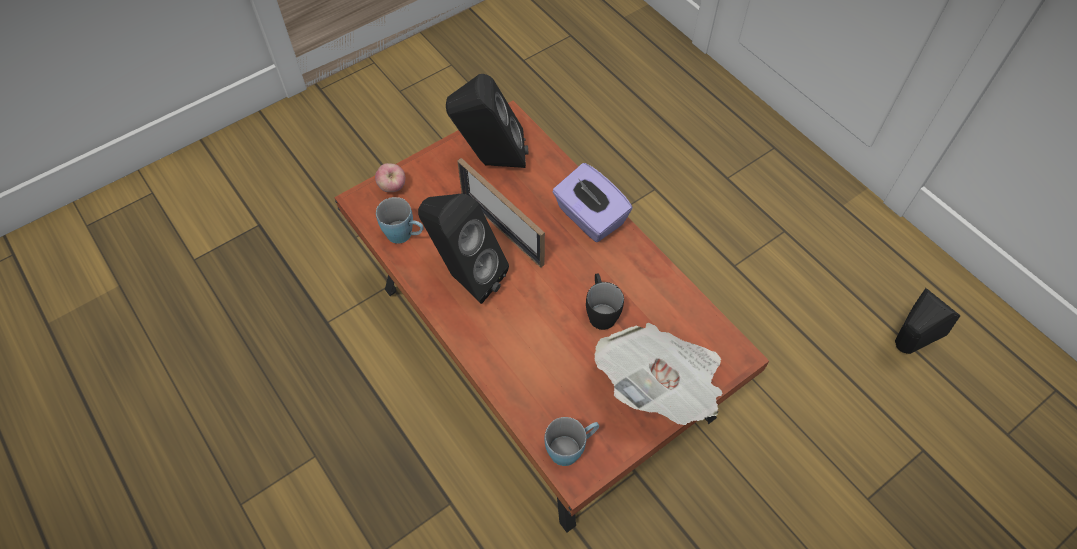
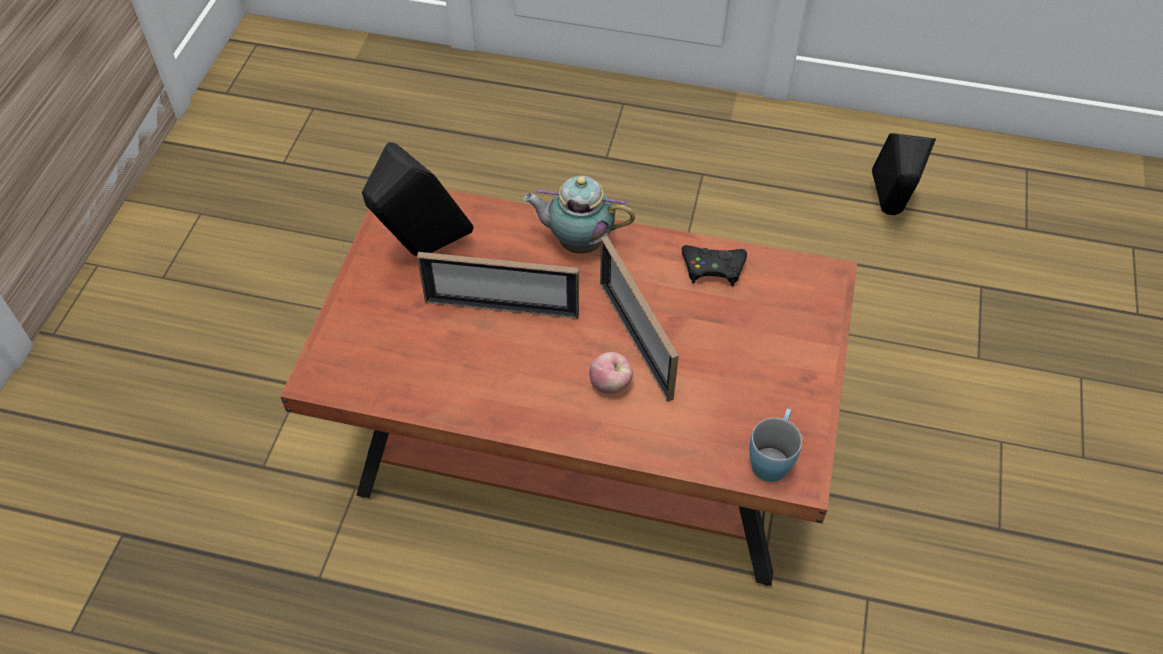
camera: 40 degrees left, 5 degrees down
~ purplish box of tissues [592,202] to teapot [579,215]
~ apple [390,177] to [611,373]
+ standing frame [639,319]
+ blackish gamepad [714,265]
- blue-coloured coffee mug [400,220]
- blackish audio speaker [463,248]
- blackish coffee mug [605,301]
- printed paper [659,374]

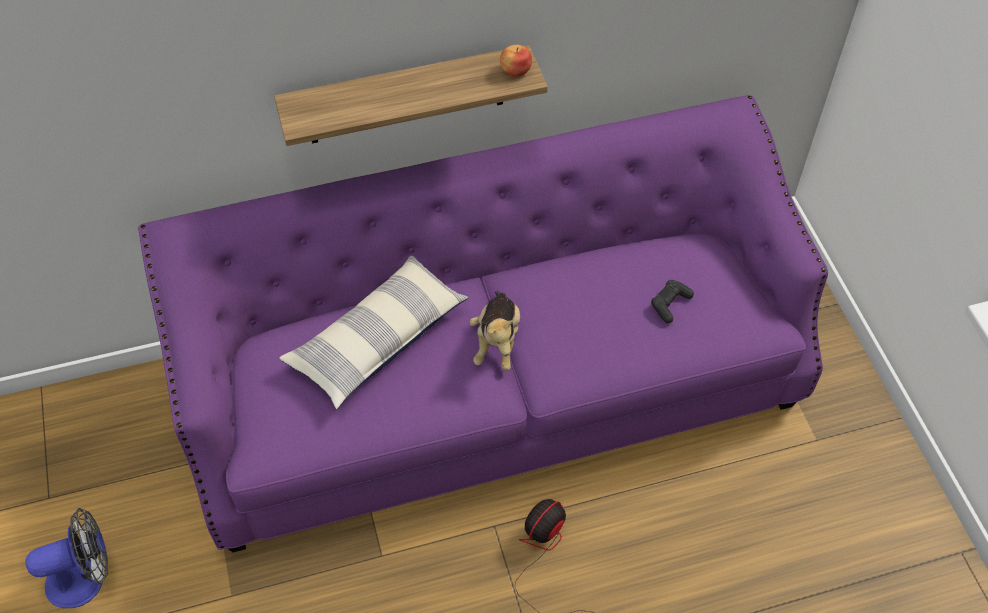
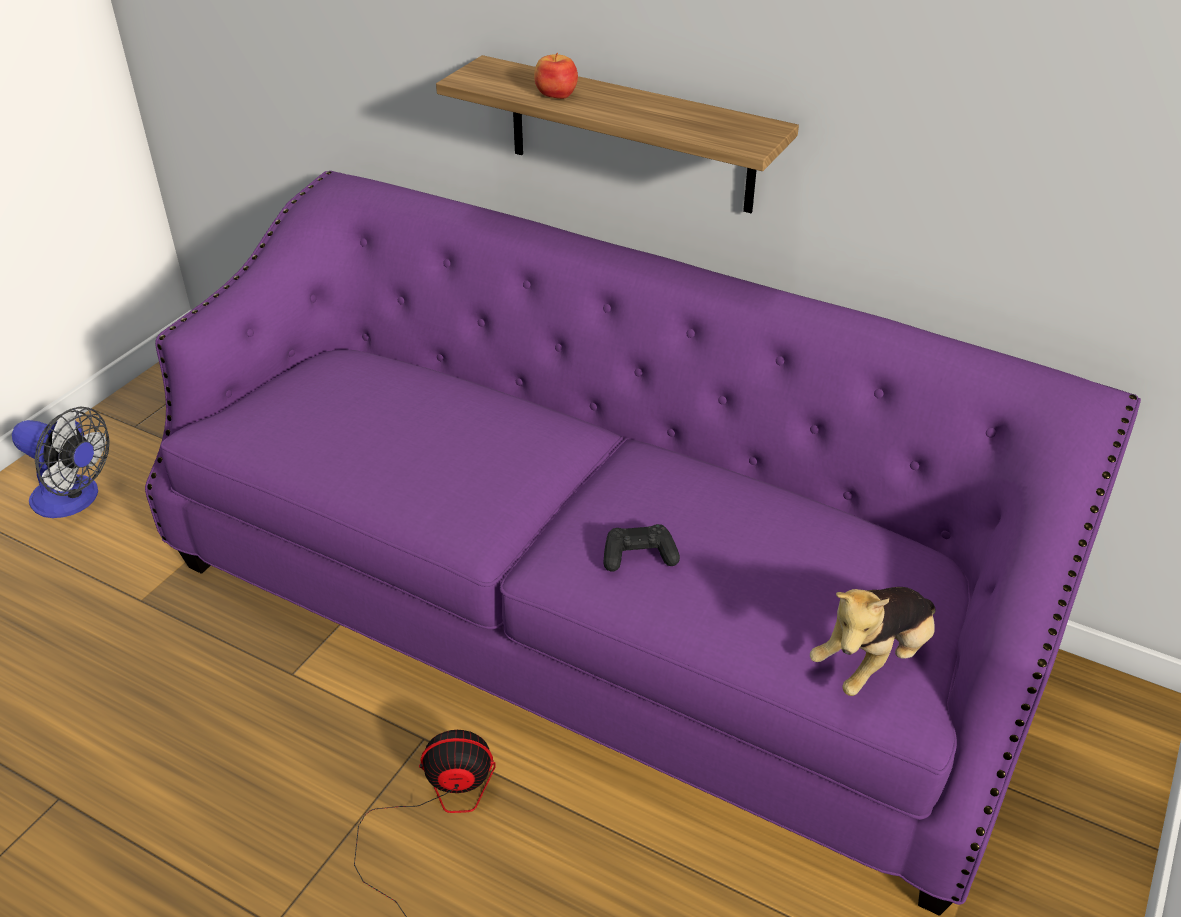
camera: 45 degrees right, 15 degrees down
~ apple [516,61] to [556,76]
~ blackish gamepad [672,301] to [641,548]
~ plush toy [495,331] to [873,641]
- cushion [373,332]

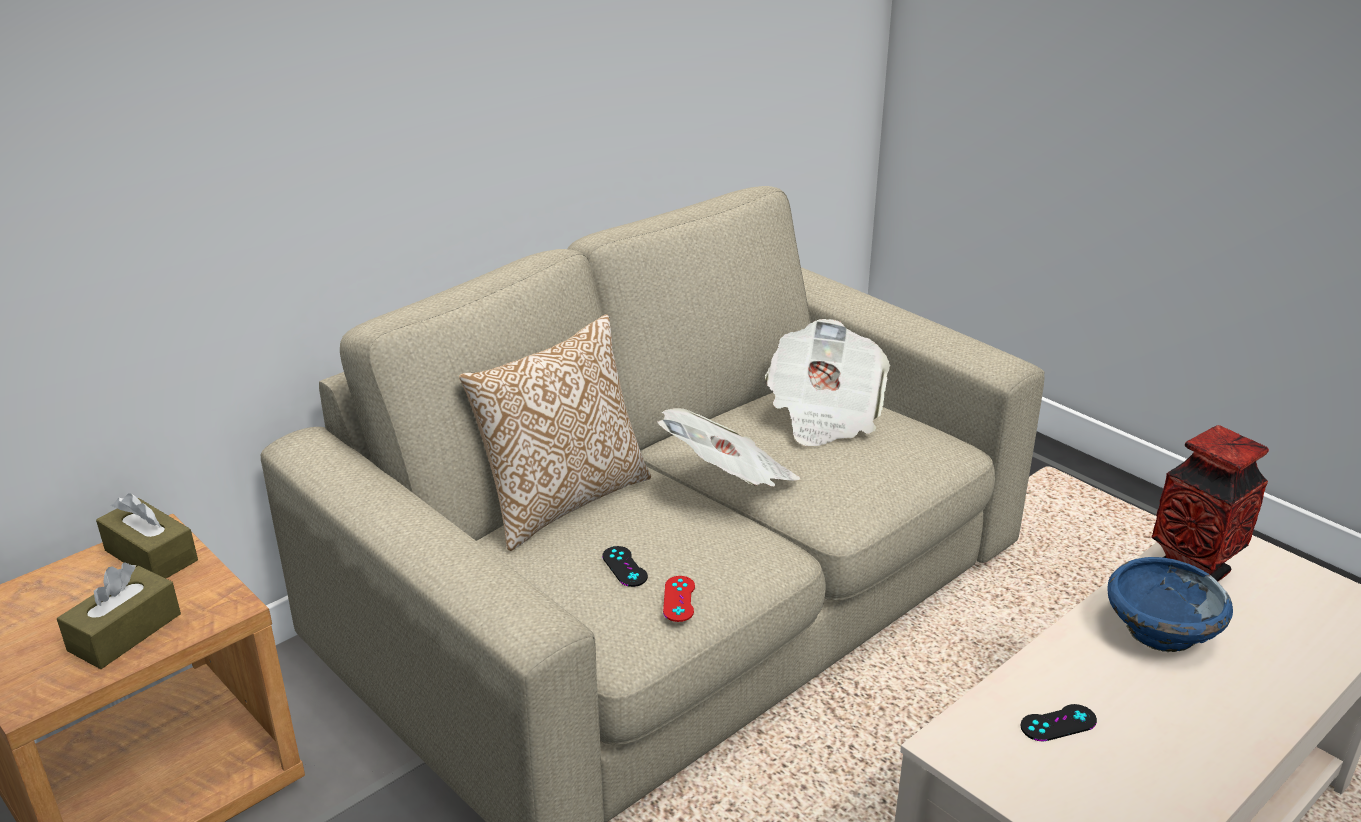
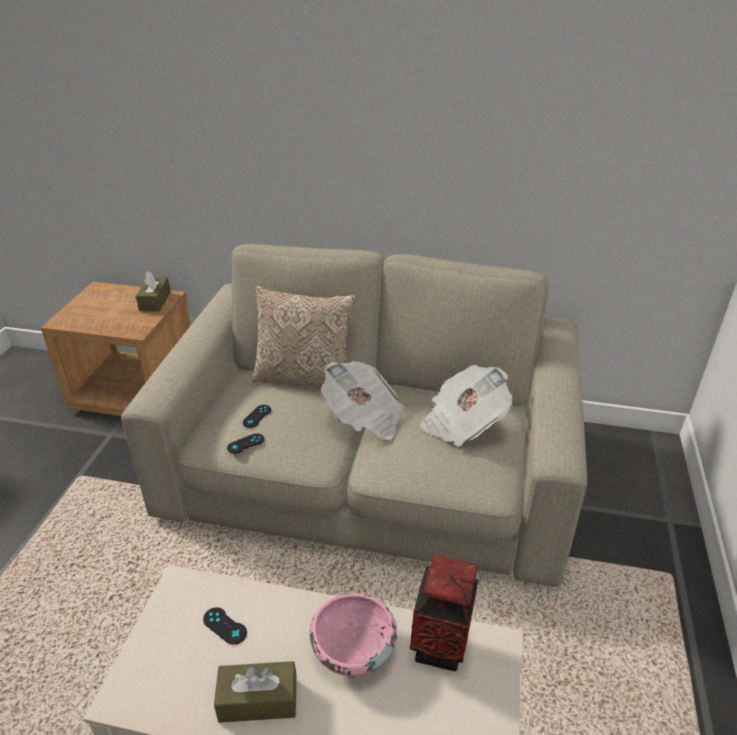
camera: 55 degrees right, 5 degrees up
~ brown-coloured box of tissues [119,615] to [255,692]
~ red-coloured gamepad [679,599] to blackish gamepad [245,443]
~ blue-coloured serving bowl [1170,604] to pink-coloured serving bowl [353,635]

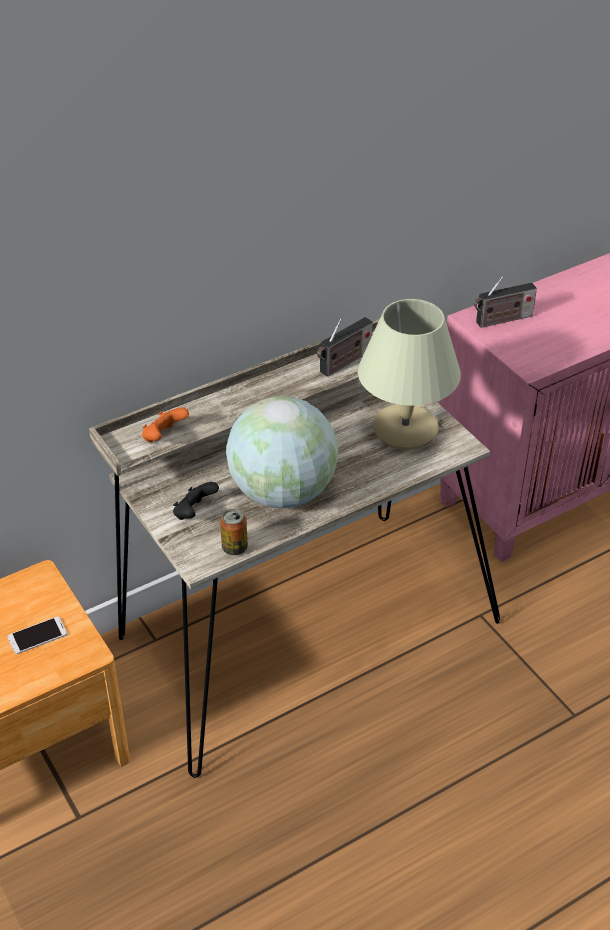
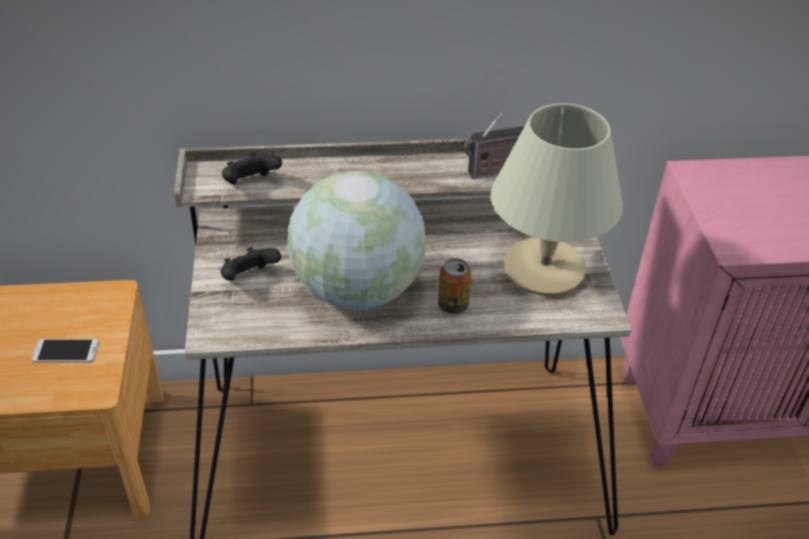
camera: 25 degrees right, 0 degrees up
~ orangey gamepad [165,425] to blackish gamepad [252,168]
~ sealed can [234,532] to [454,286]
- radio receiver [505,302]

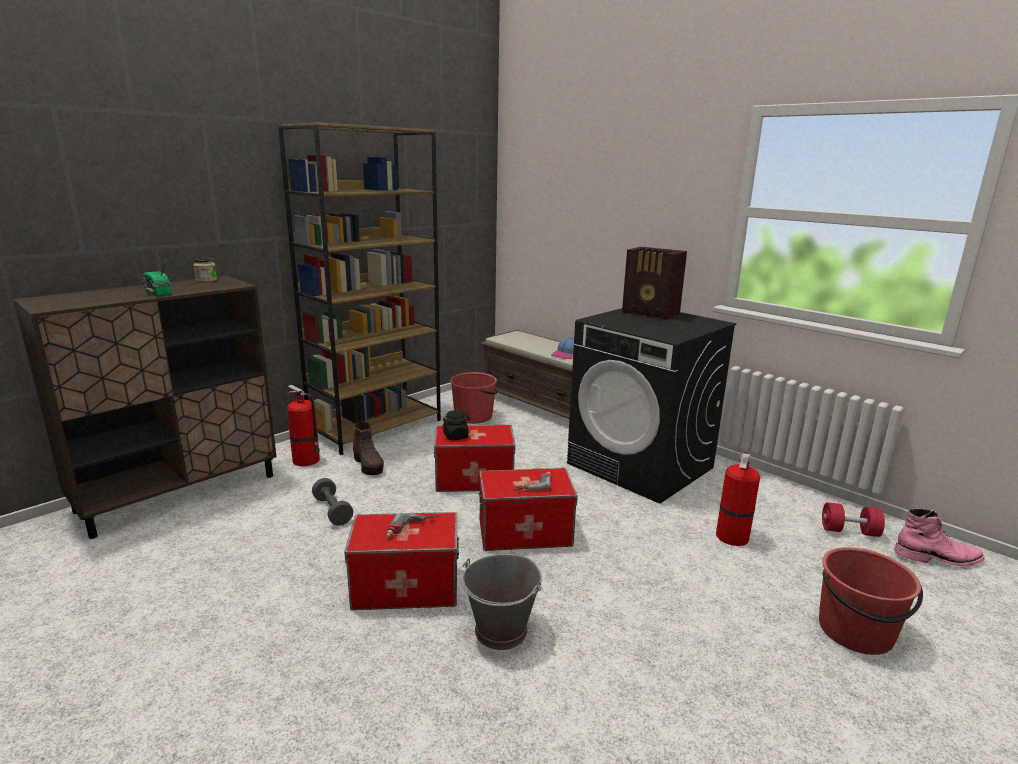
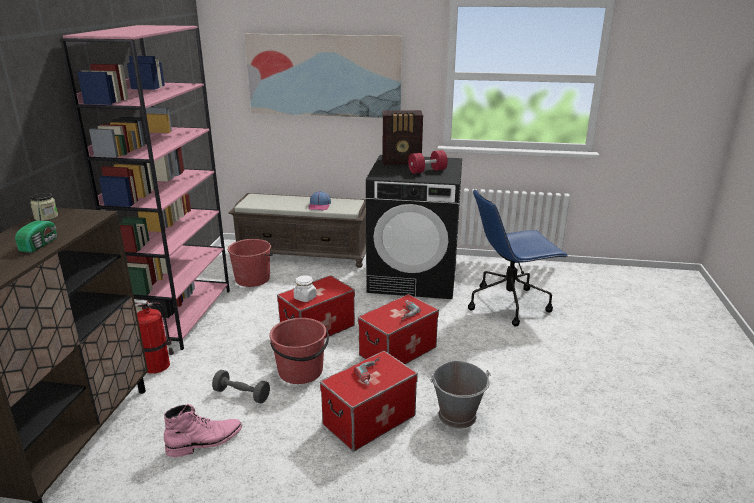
camera: 35 degrees left, 5 degrees up
~ radio receiver [156,277] = [36,228] 90 degrees counterclockwise
~ brown-coloured bookcase [359,289] to pink-coloured bookcase [145,187]
~ pink-coloured tall boot [939,537] to [203,430]
+ wall art [323,76]
~ red-coloured bucket [871,601] to [299,351]
~ blackish jar [456,425] to whitish jar [305,288]
~ red-coloured free weight [853,519] to [428,162]
~ fire extinguisher [738,499] to blue-coloured office chair [518,257]
- brown-coloured tall boot [368,448]

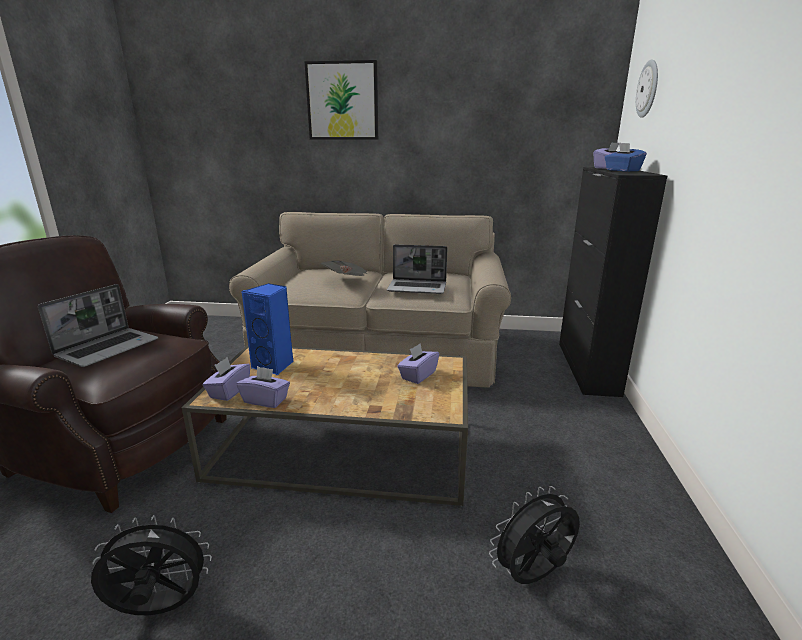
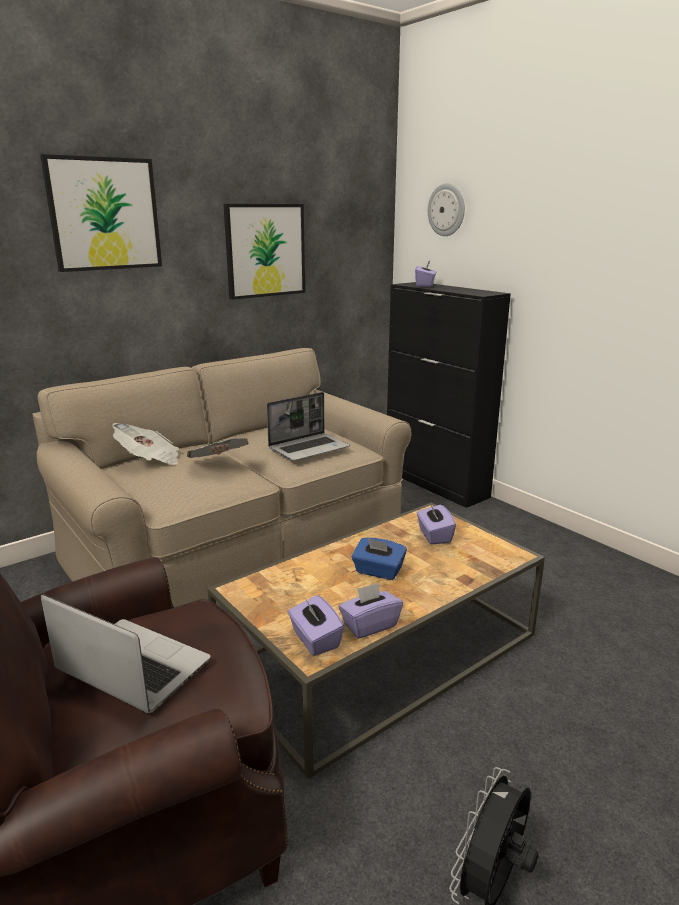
camera: 45 degrees left, 0 degrees up
~ portable computer [98,325] = [125,653] 45 degrees counterclockwise
+ printed paper [145,444]
+ wall art [264,252]
~ blue-coloured box of tissues [626,157] to [379,558]
- blue-coloured audio speaker [267,329]
- blackish electric fan [534,535]

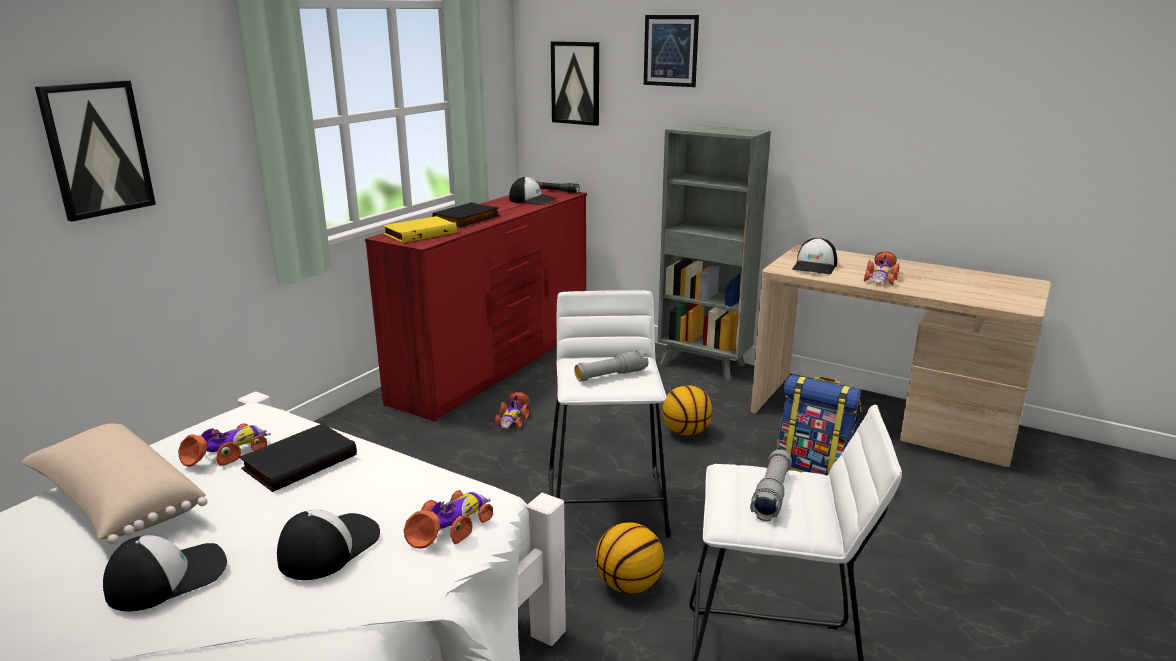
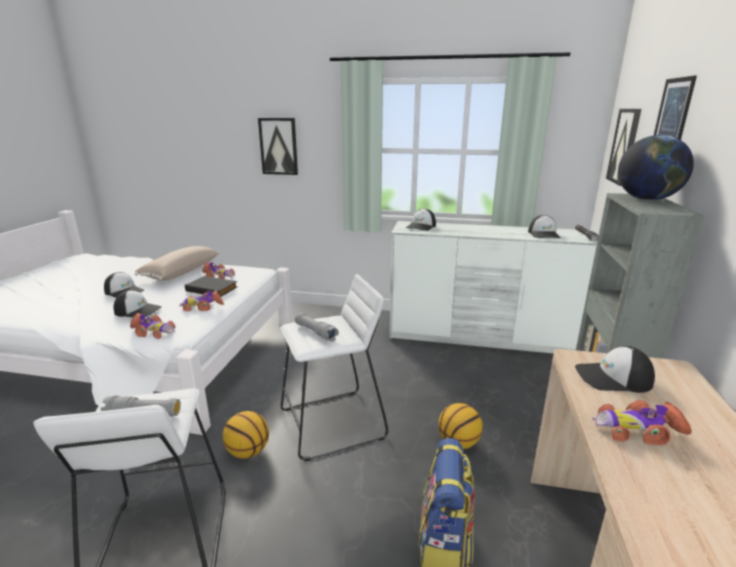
camera: 70 degrees right, 0 degrees up
~ miniature car [512,410] to [201,300]
~ red-coloured dresser [476,305] to whitish dresser [494,287]
~ yellowish bound book [420,229] to baseball cap [421,219]
+ globe [656,167]
- blackish bound book [466,214]

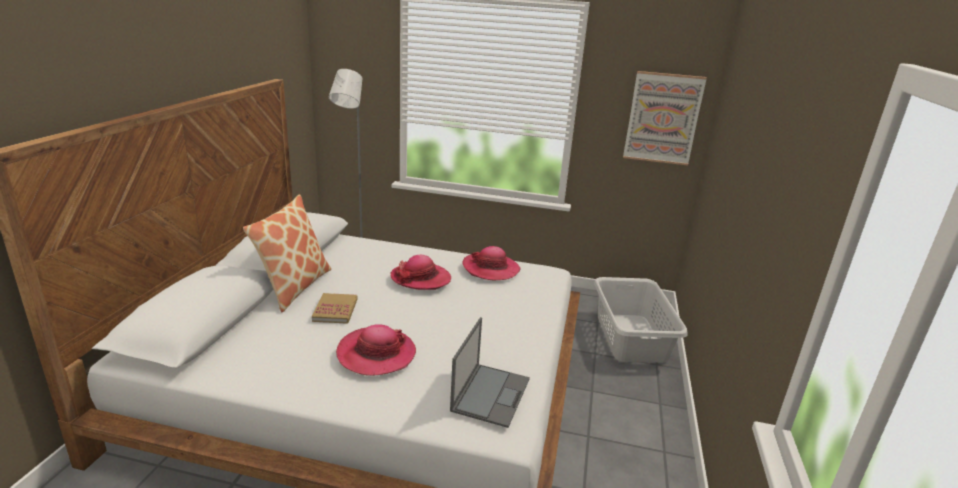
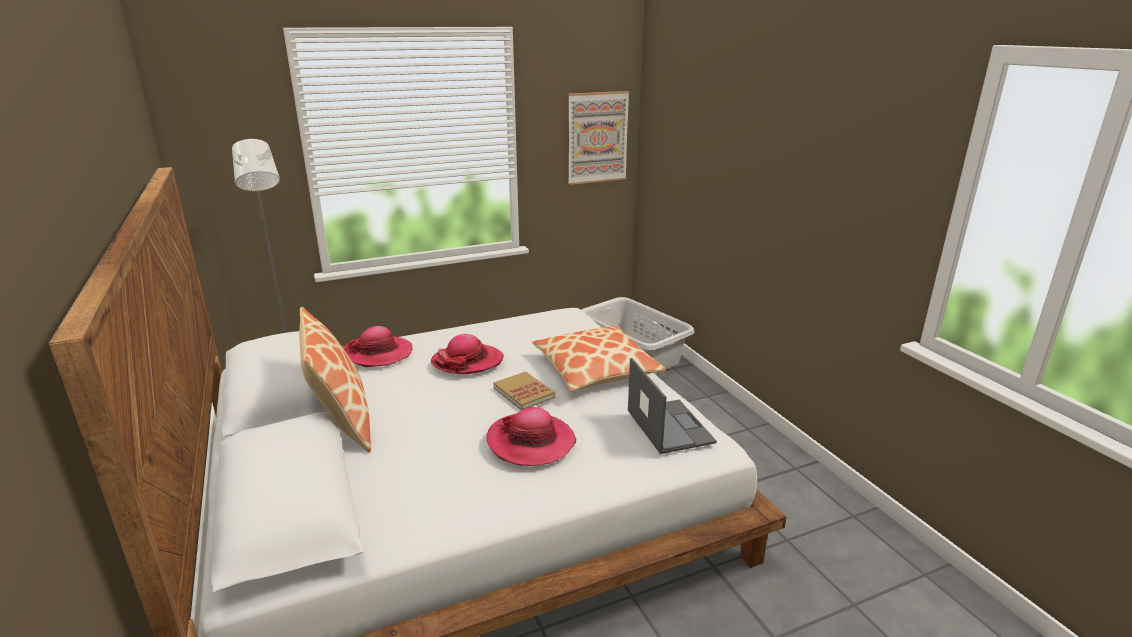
camera: 35 degrees left, 0 degrees up
~ hat [492,263] to [378,346]
~ bound book [335,308] to [524,390]
+ cushion [599,358]

